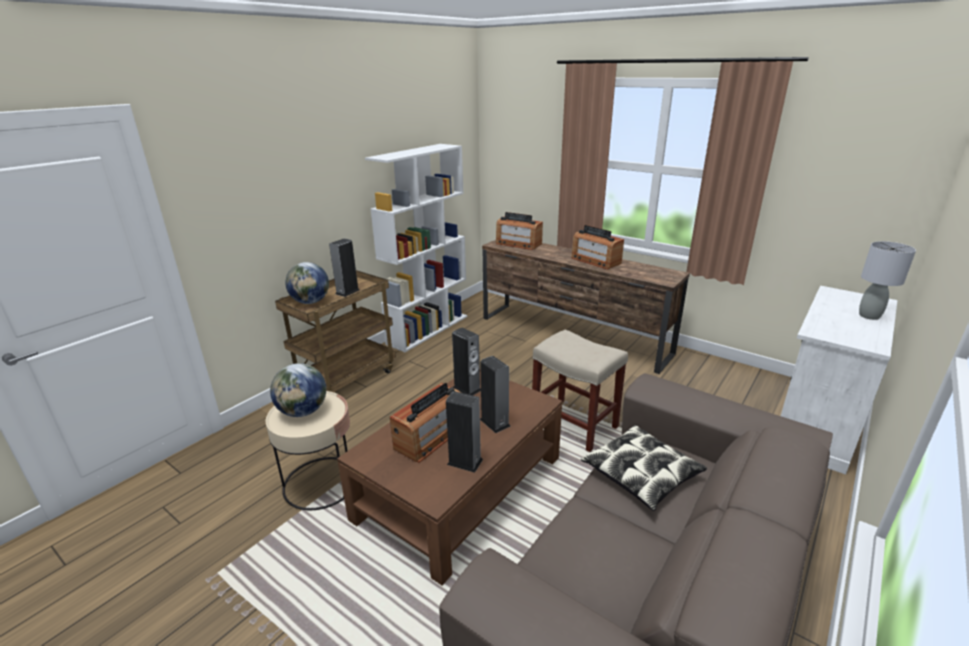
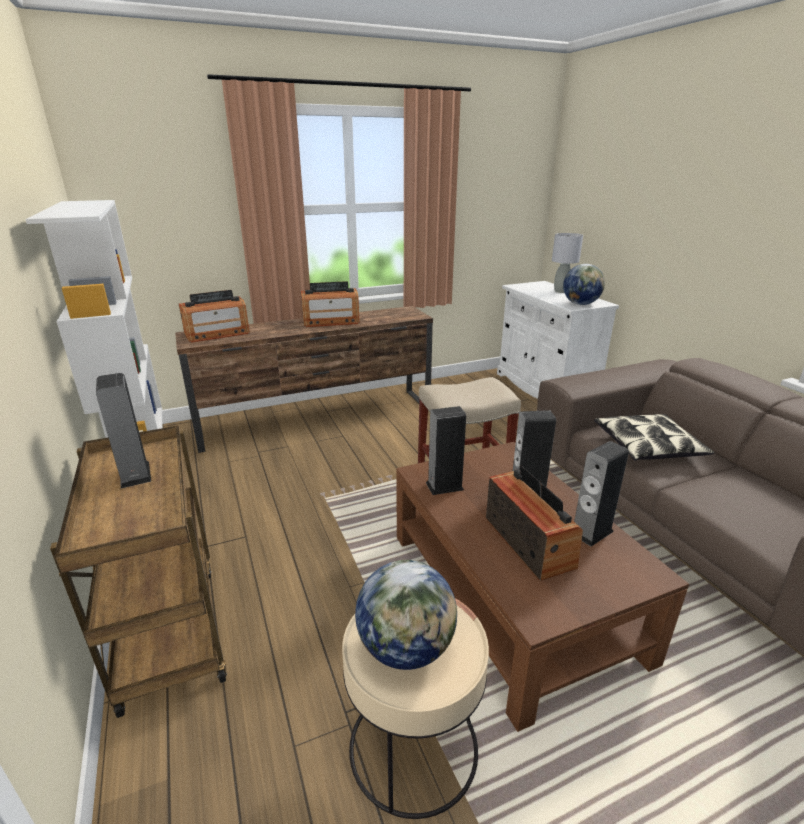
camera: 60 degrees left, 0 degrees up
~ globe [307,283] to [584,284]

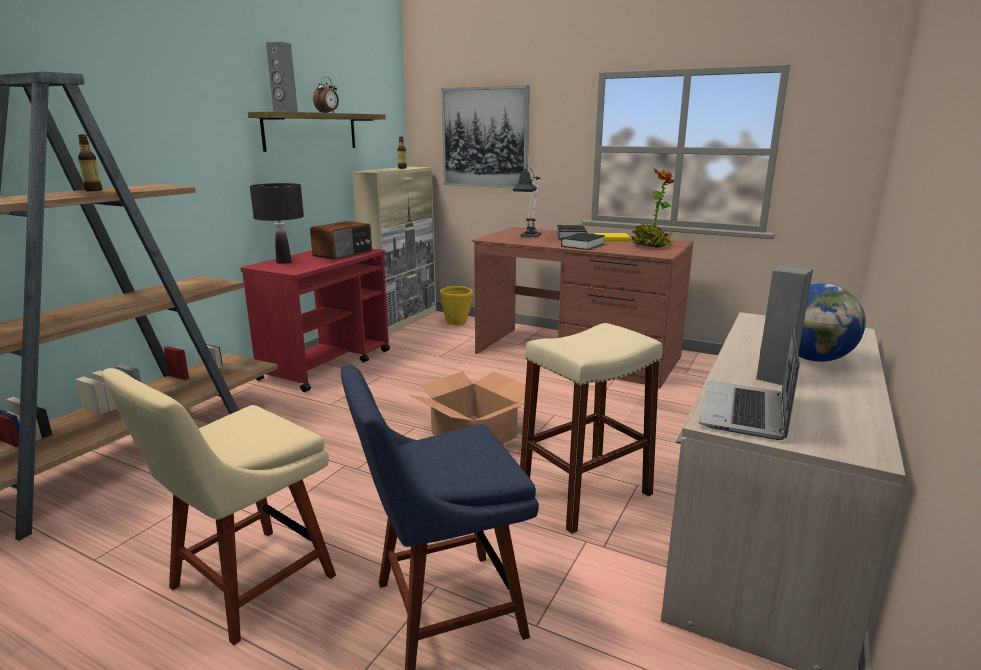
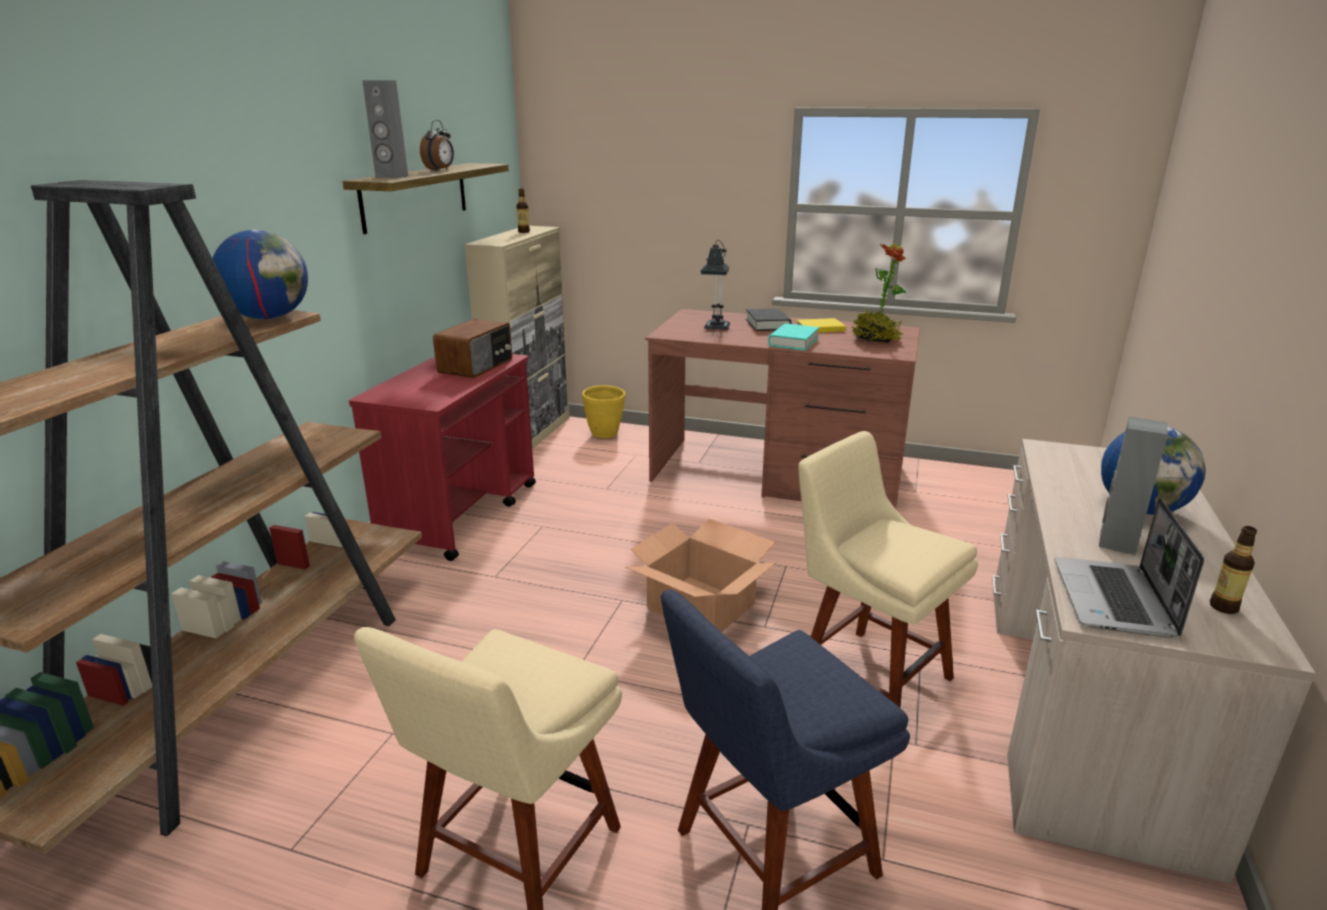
camera: 10 degrees left, 5 degrees up
+ globe [260,275]
~ blackish bound book [583,241] to blue-green bound book [793,337]
~ beige-coloured stool [591,428] to beige-coloured upright chair [888,569]
~ beverage bottle [90,162] to [1233,570]
- blackish tabletop lamp [277,223]
- wall art [485,136]

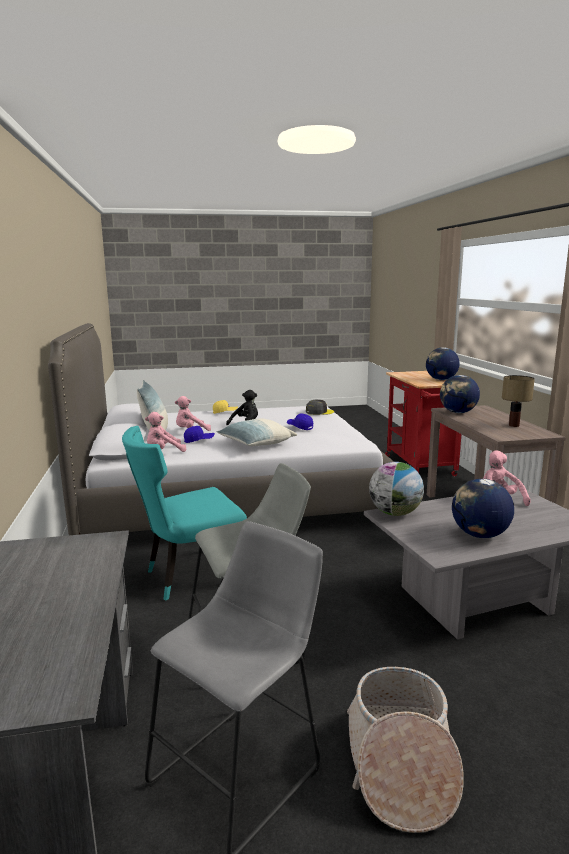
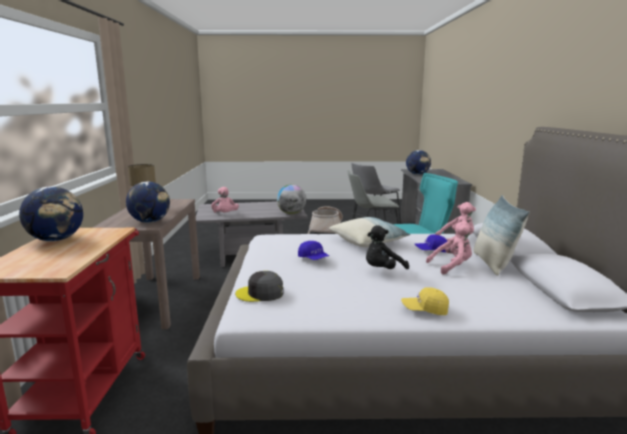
camera: 170 degrees left, 0 degrees up
~ globe [483,508] to [418,162]

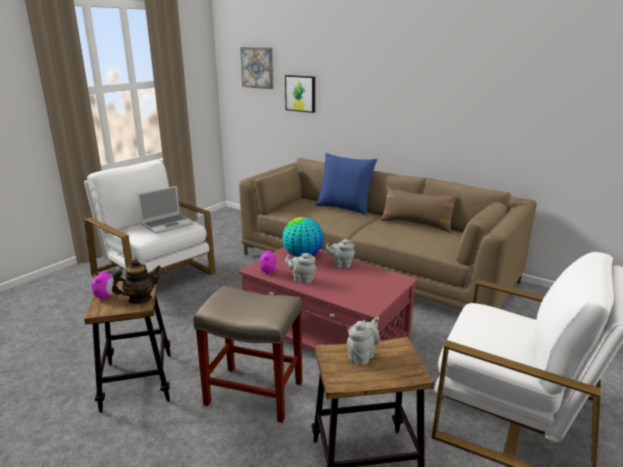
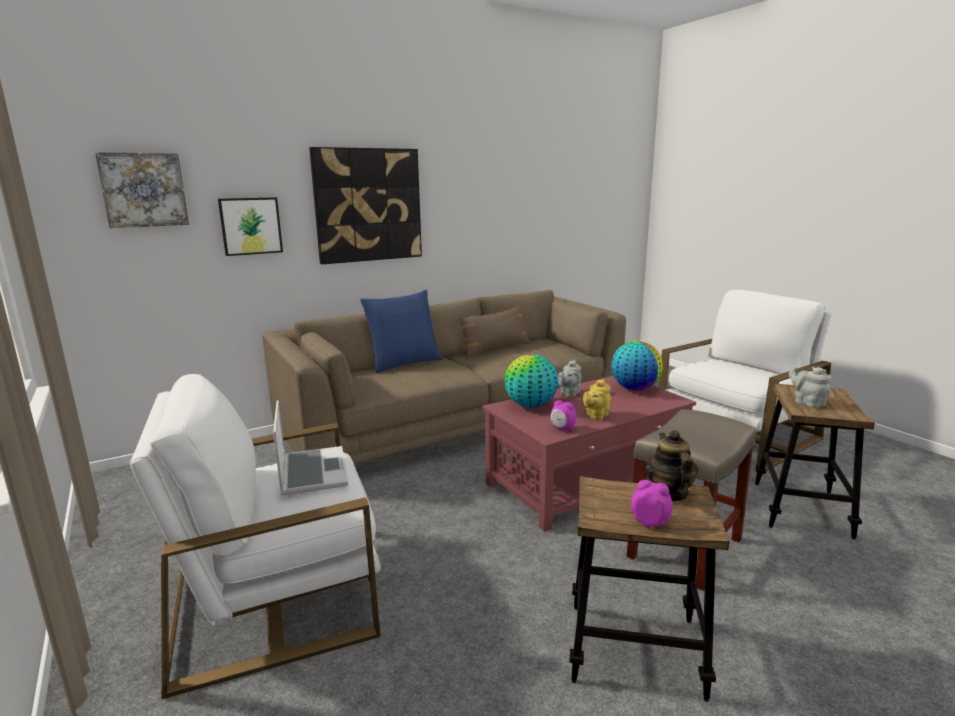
camera: 65 degrees left, 5 degrees down
+ wall art [365,205]
~ gray teapot [300,268] to yellowish teapot [597,399]
+ globe [637,366]

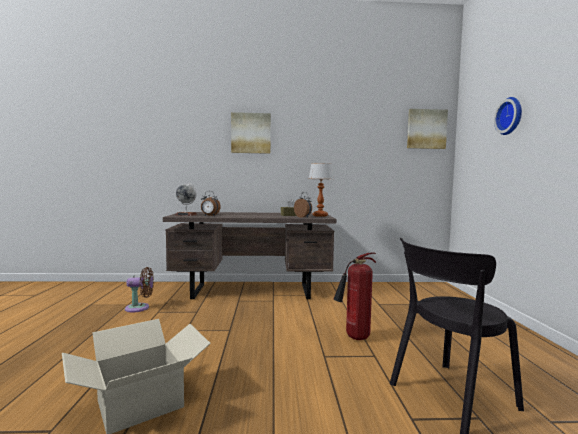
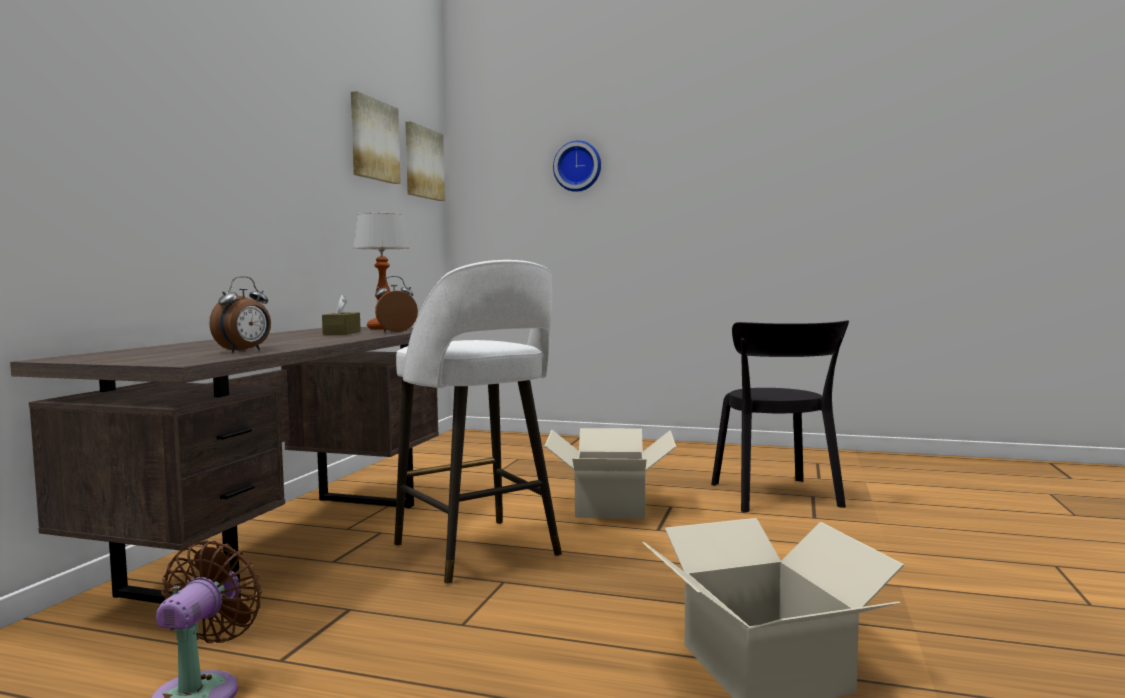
camera: 70 degrees left, 0 degrees up
~ wall art [251,133] to [376,137]
+ whitish stool [478,422]
~ fire extinguisher [355,296] to carton [610,473]
- globe [186,199]

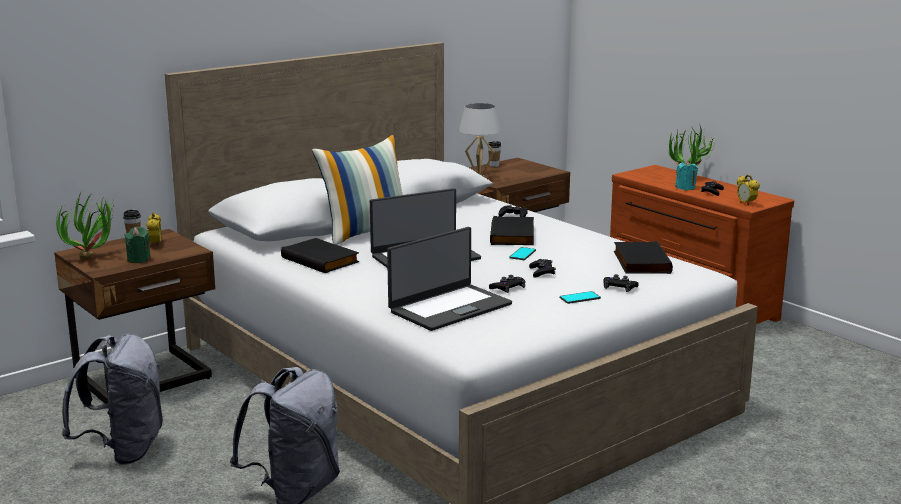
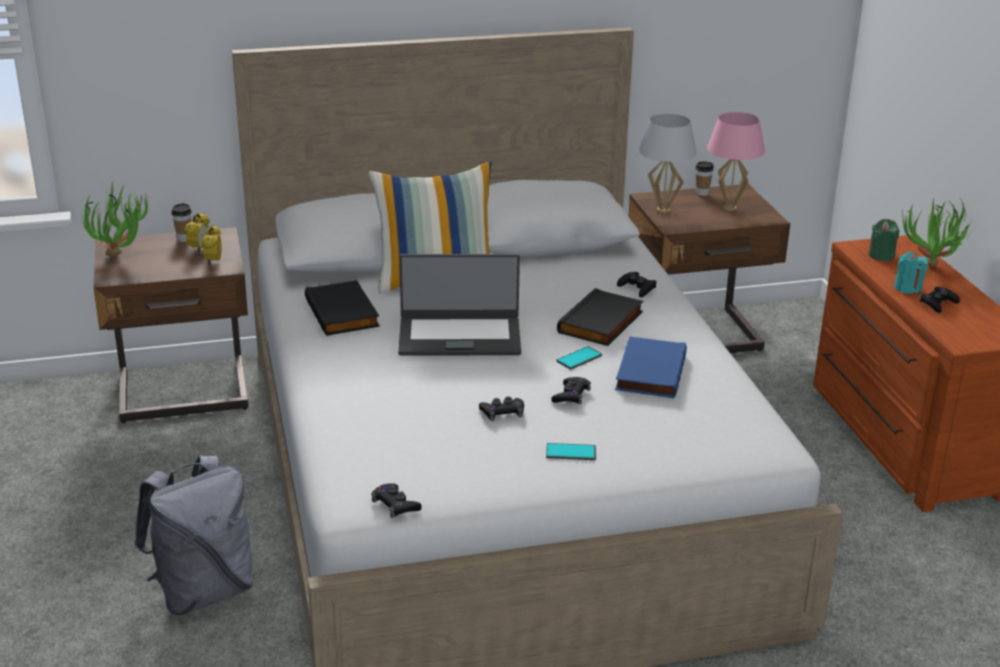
camera: 25 degrees right, 10 degrees up
~ table clock [748,190] to [211,245]
~ blackish gamepad [621,283] to [396,500]
+ blue-coloured bound book [651,367]
+ pink-coloured tabletop lamp [736,161]
~ green wax candle [137,245] to [884,240]
- gray rucksack [112,399]
- portable computer [449,279]
- blackish bound book [643,257]

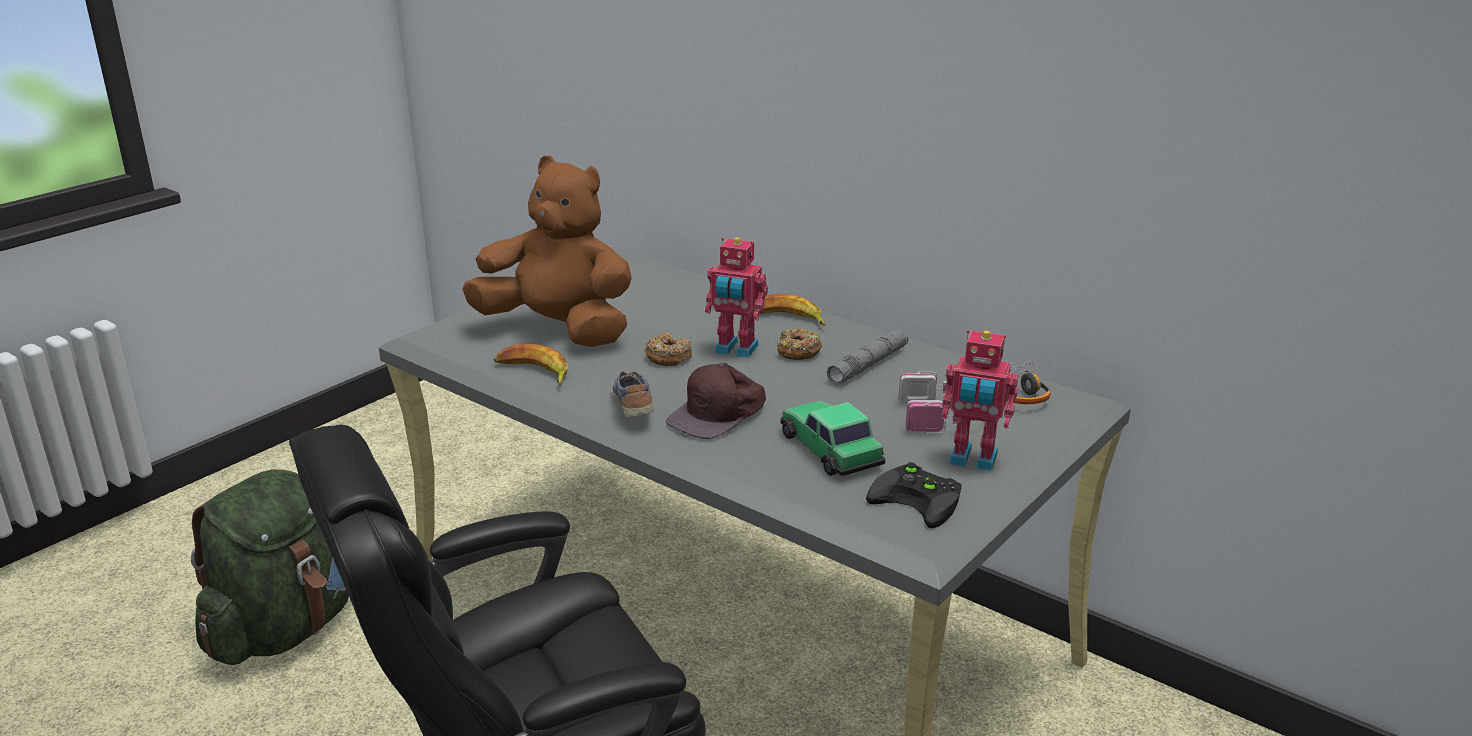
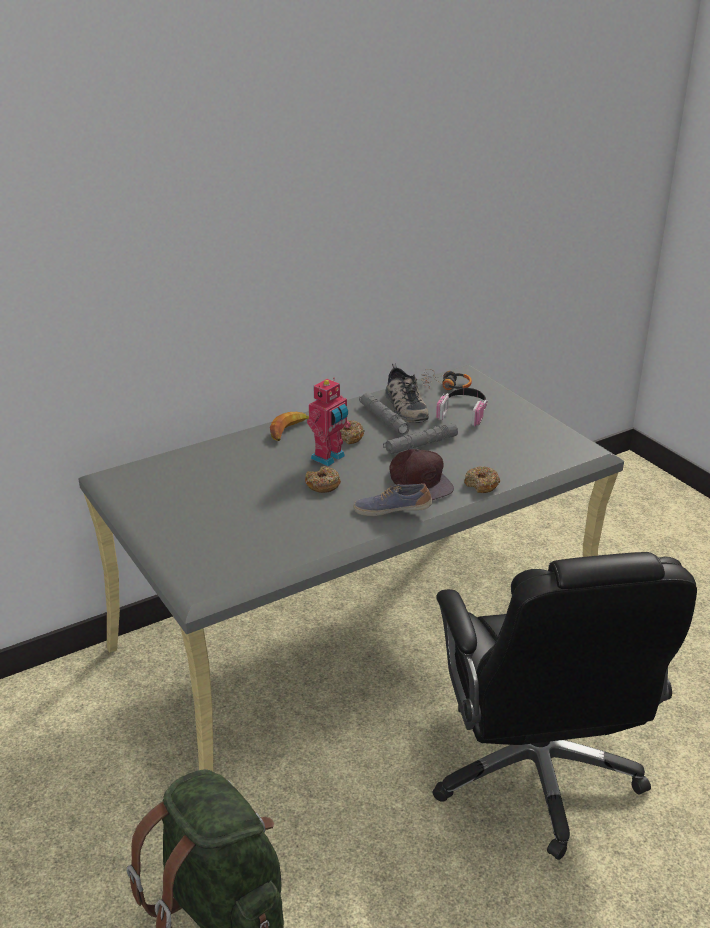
camera: 70 degrees left, 5 degrees up
+ gray hand torch [420,438]
+ low shoe [407,393]
+ donut [482,479]
- brown-coloured plush toy [547,251]
- banana fruit [531,364]
- miniature car [832,438]
- blackish gamepad [914,495]
- model robot [980,400]

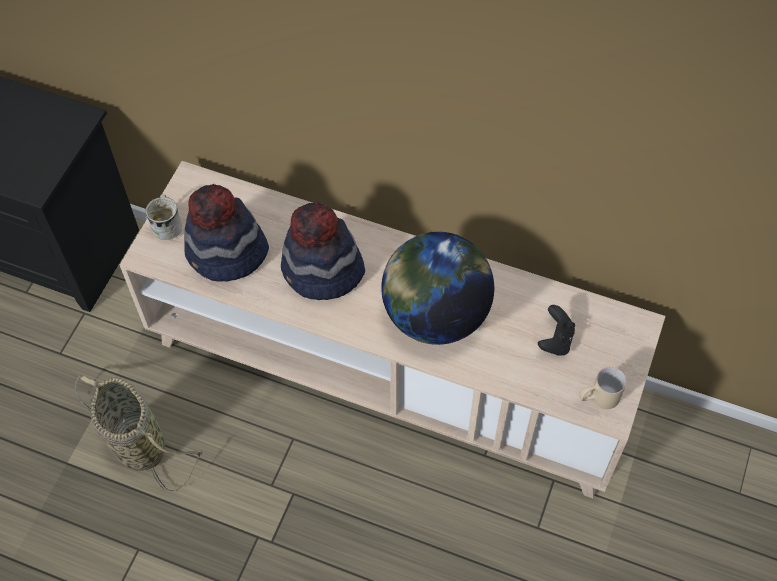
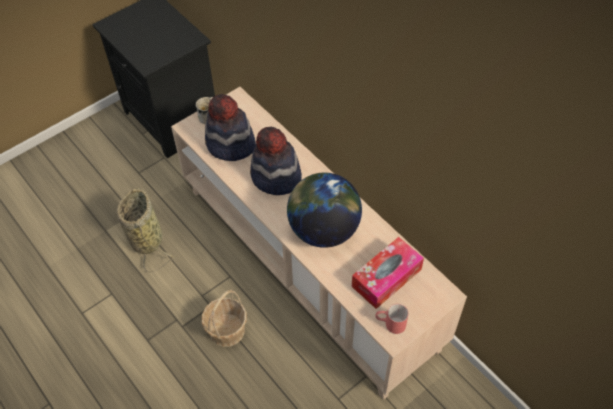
camera: 30 degrees right, 5 degrees down
+ basket [224,318]
~ blackish gamepad [556,330] to box of tissues [388,273]
~ beige-coloured coffee mug [603,388] to red-coloured coffee mug [392,319]

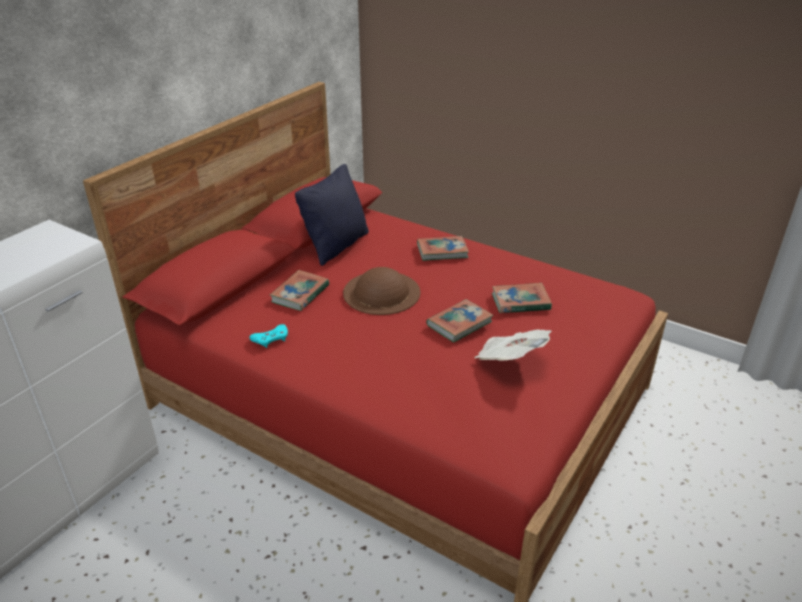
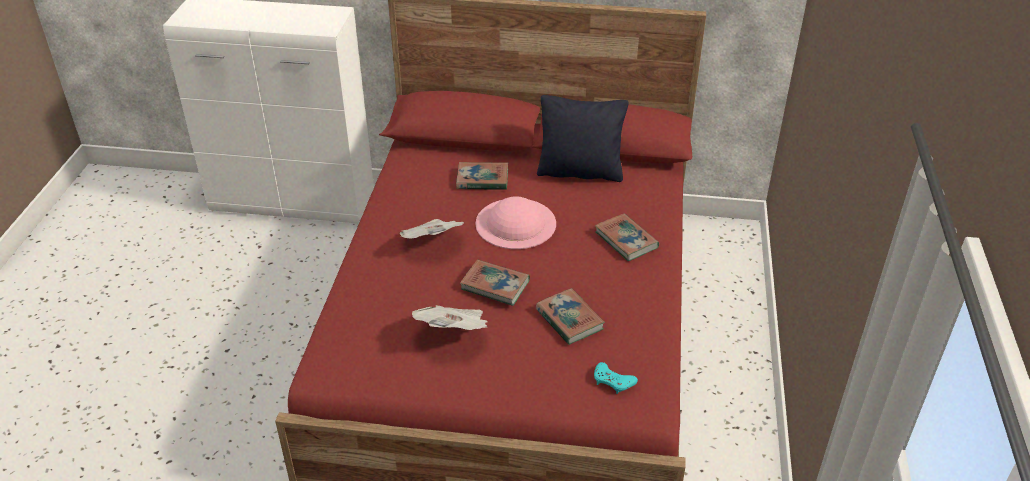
camera: 65 degrees right, 5 degrees up
+ printed paper [432,229]
~ brown-coloured hat [381,291] to pink-coloured hat [516,222]
~ blue-green gamepad [269,336] to [616,378]

